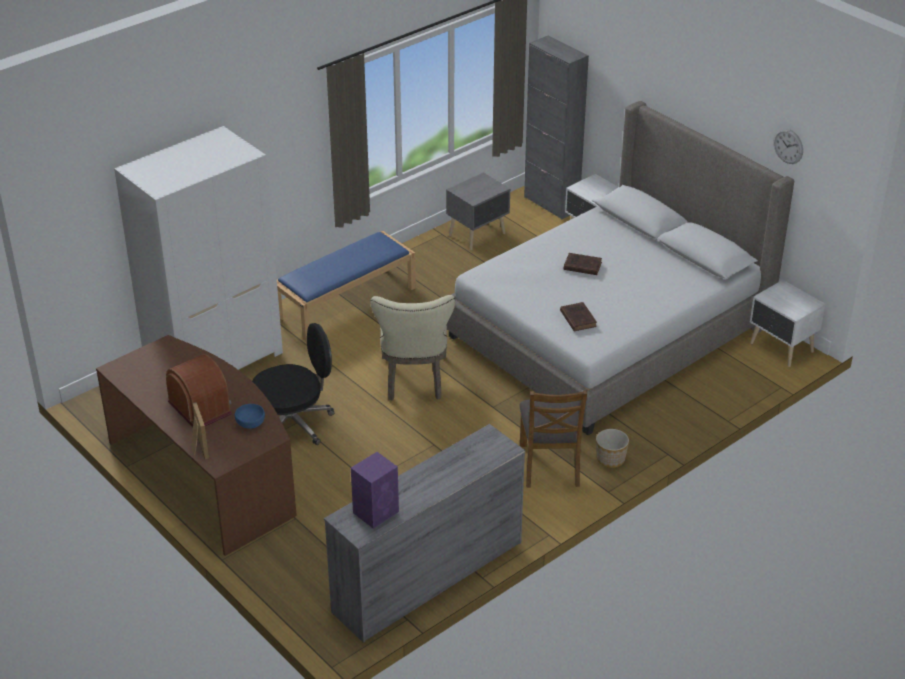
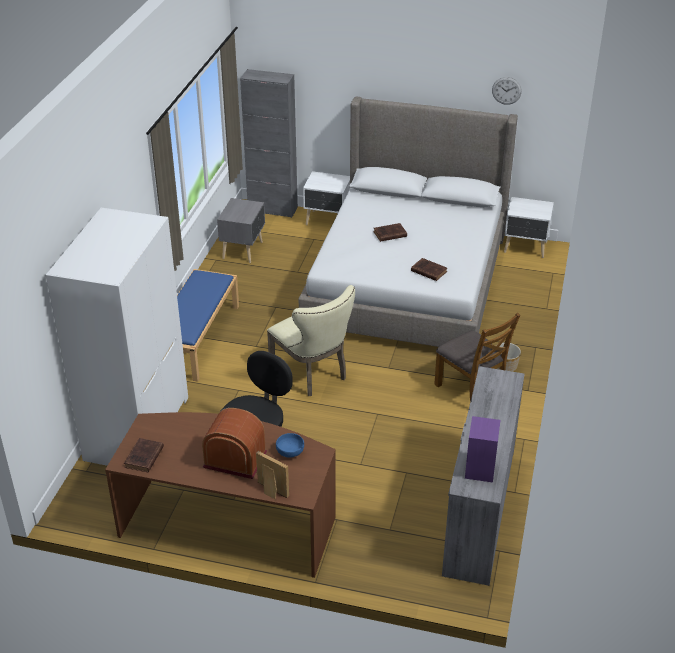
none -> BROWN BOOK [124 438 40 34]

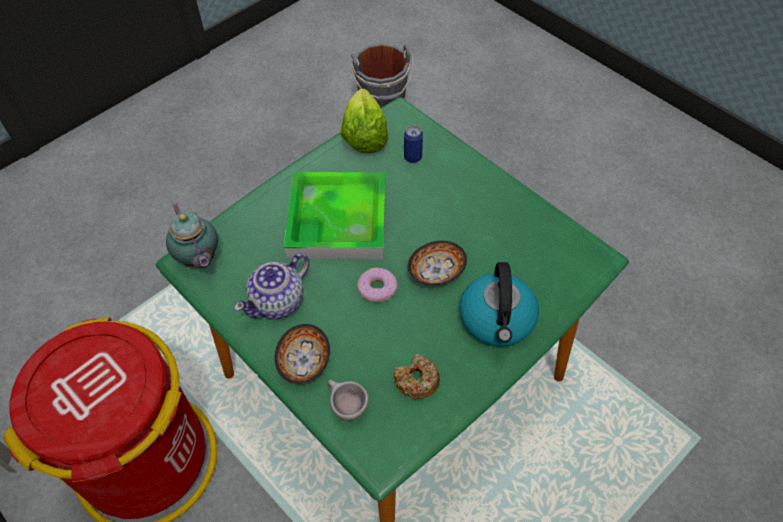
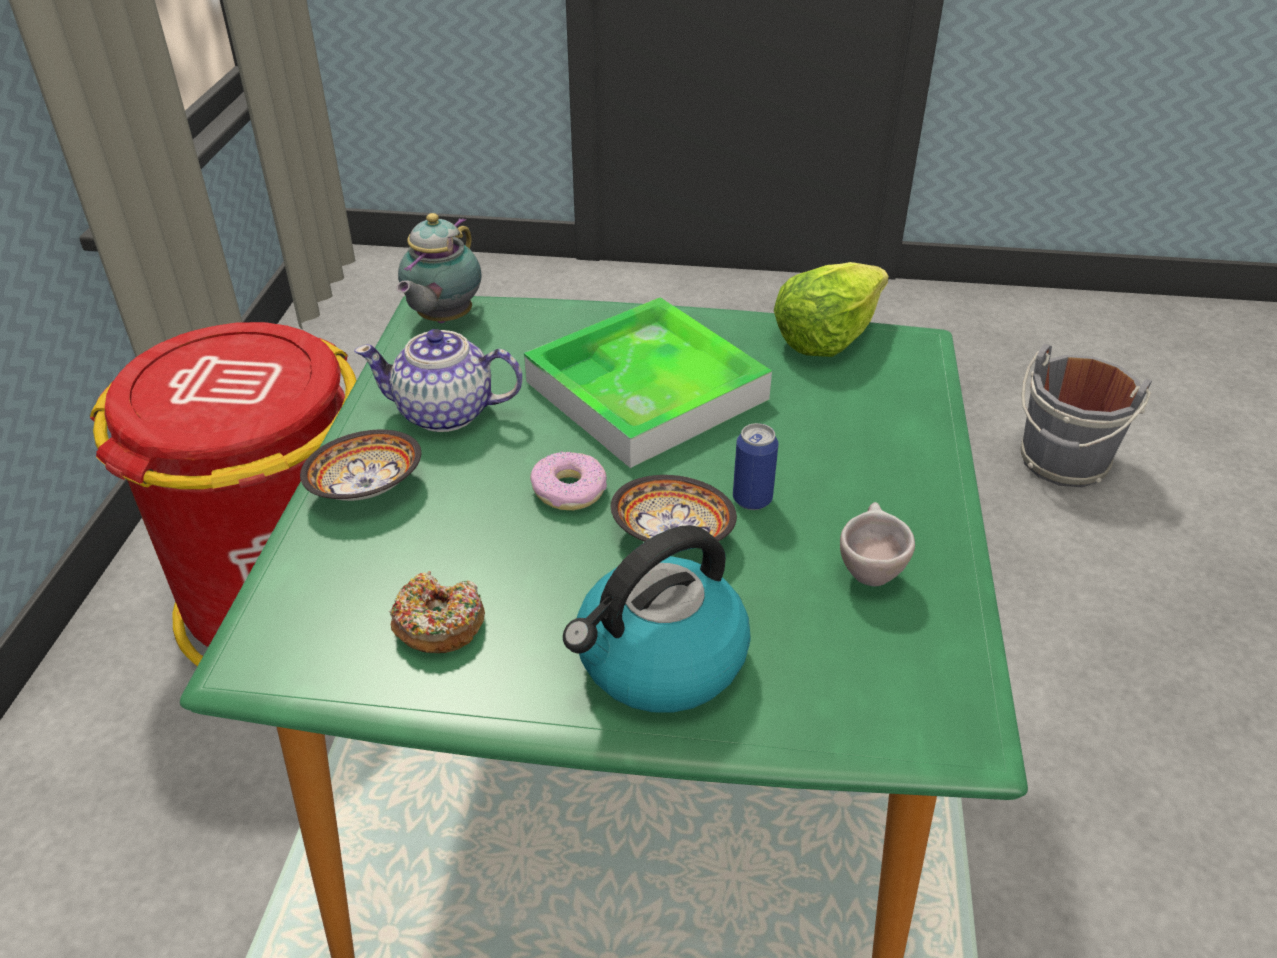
BEIGE CUP [327 380 42 41] -> BEIGE CUP [840 502 75 85], move
CAN [404 125 19 38] -> CAN [733 423 45 87], move

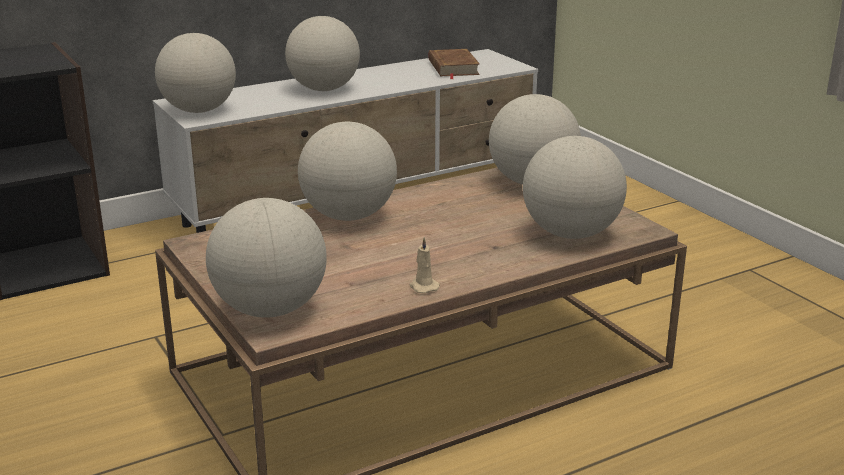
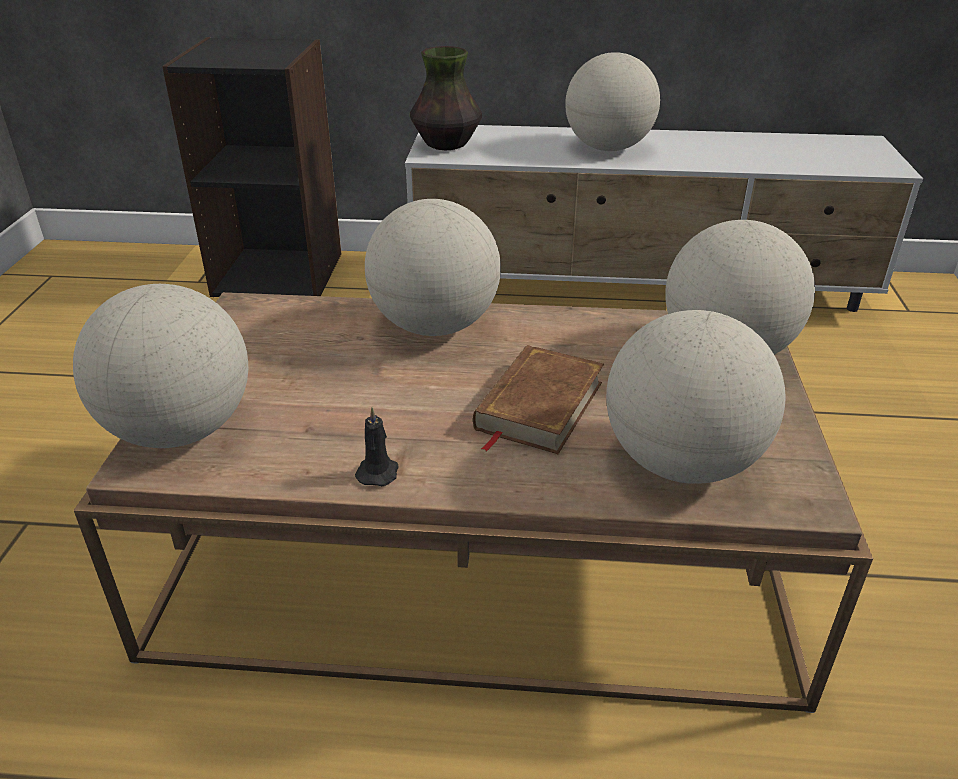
BROWN BOOK [429 49 51 30] -> BROWN BOOK [473 345 131 109], move
GLOBE [155 33 81 80] -> VASE [410 46 72 104]
BEIGE CANDLE [409 237 31 56] -> BLACK CANDLE [355 407 43 79]

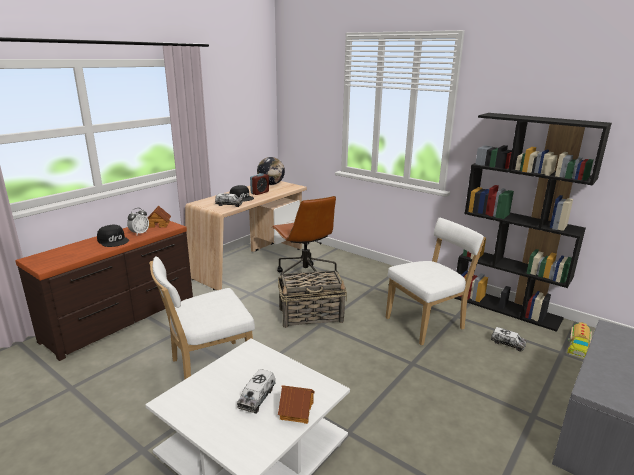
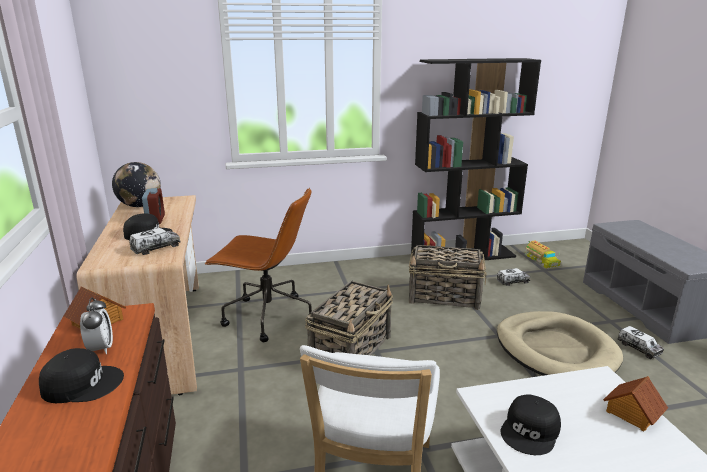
none -> BEIGE DOG BED [497 311 126 65]
none -> BLACK CAP [501 394 60 61]
TOY TRUCK [237 369 39 45] -> TOY TRUCK [617 326 47 33], move
WHITE CHAIR [386 218 99 127] -> BASKET [409 245 78 65]

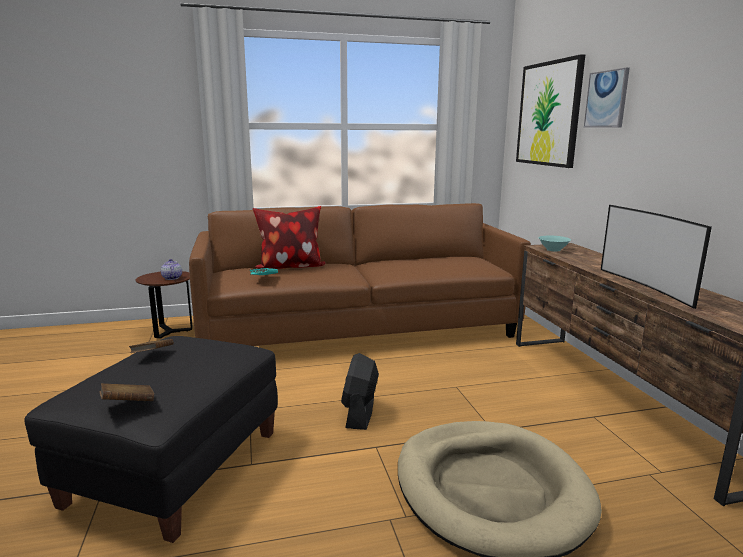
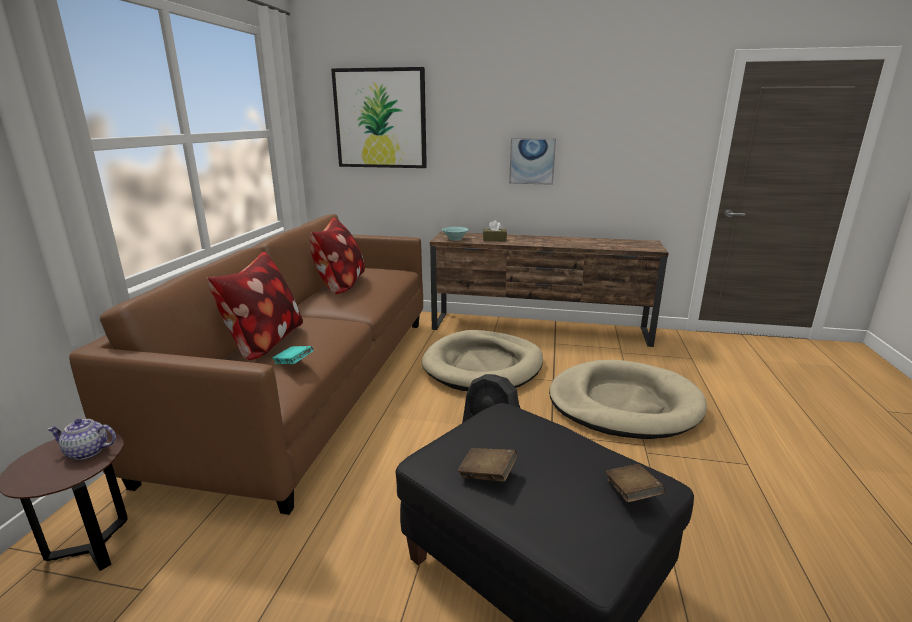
TELEVISION [601 205 111 104] -> none
none -> PILLOW [310 218 55 76]
none -> BEIGE DOG BED [422 330 121 61]
none -> BROWN TISSUE BOX [483 220 24 21]
PICTURE [584 67 46 61] -> PICTURE [509 138 47 47], move

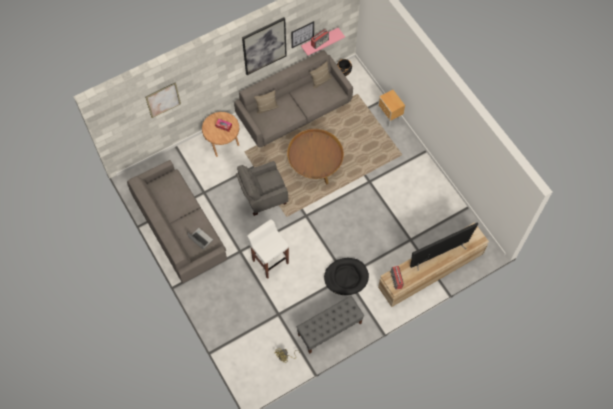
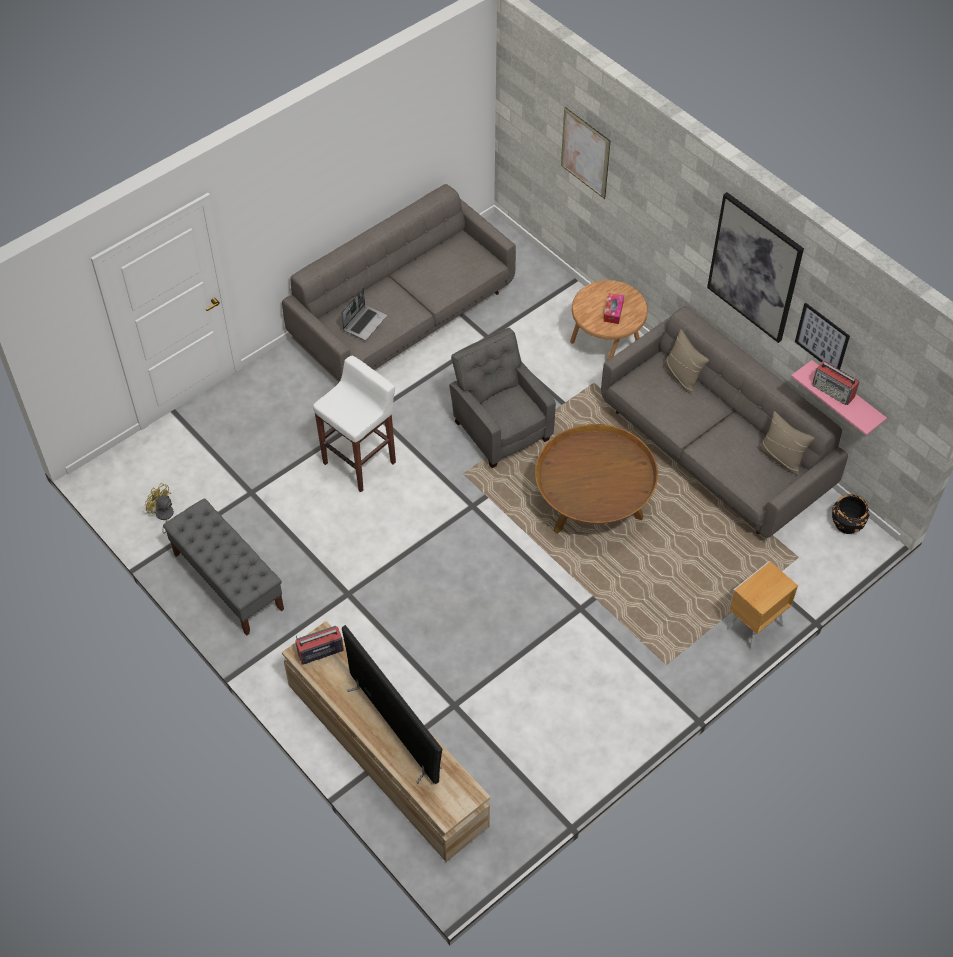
BLACK DOG BED [324 258 45 37] -> none

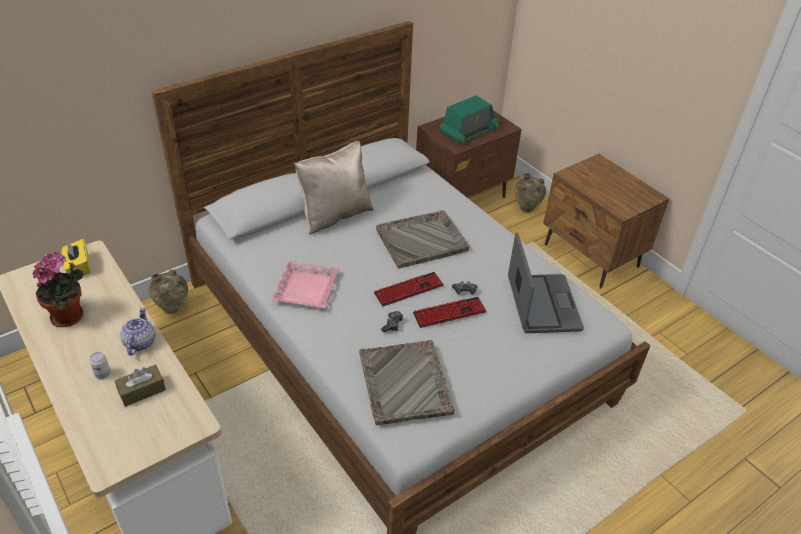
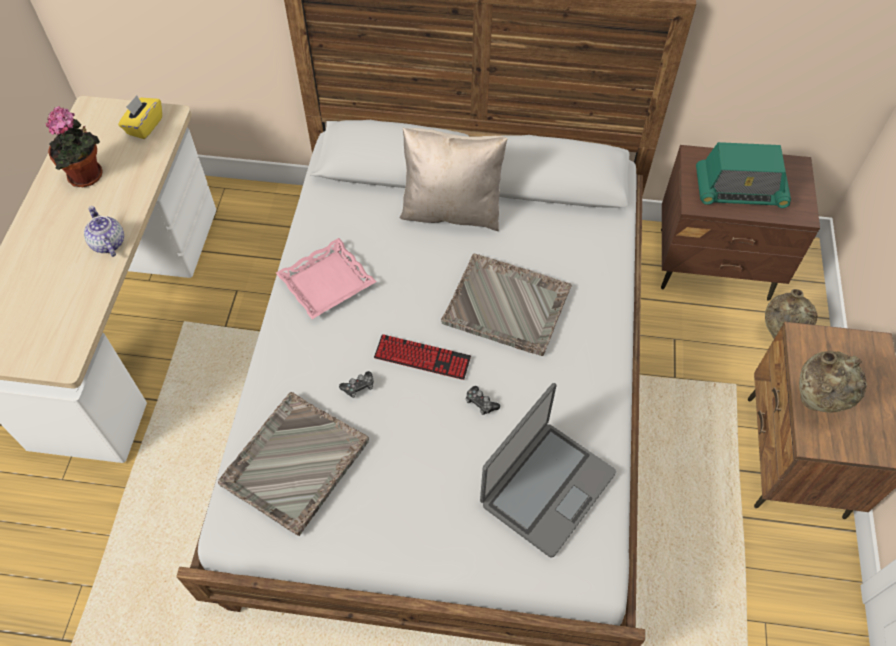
CAN [90 352 21 27] -> none
BROWN TISSUE BOX [115 364 51 43] -> none
KEYBOARD [413 297 73 31] -> none
BEIGE VASE [148 269 40 45] -> BEIGE VASE [799 351 68 61], move
TEAPOT [120 307 35 48] -> TEAPOT [84 206 40 51], 75 degrees counterclockwise

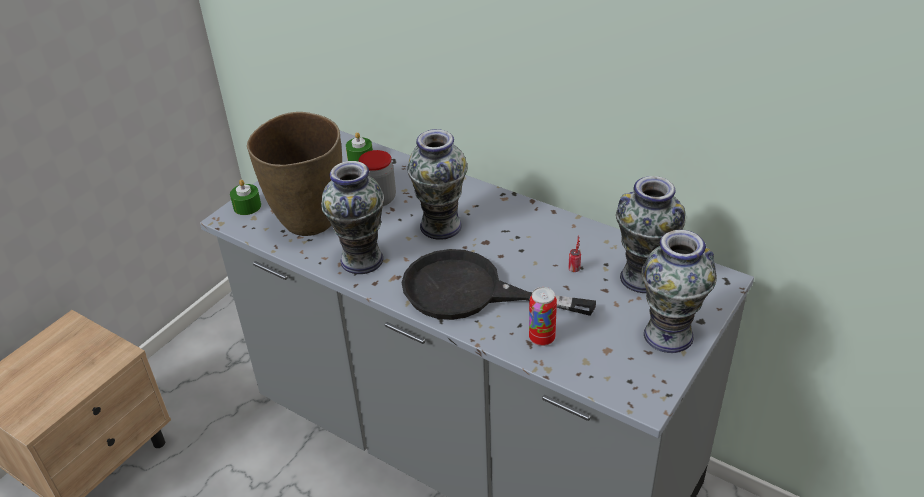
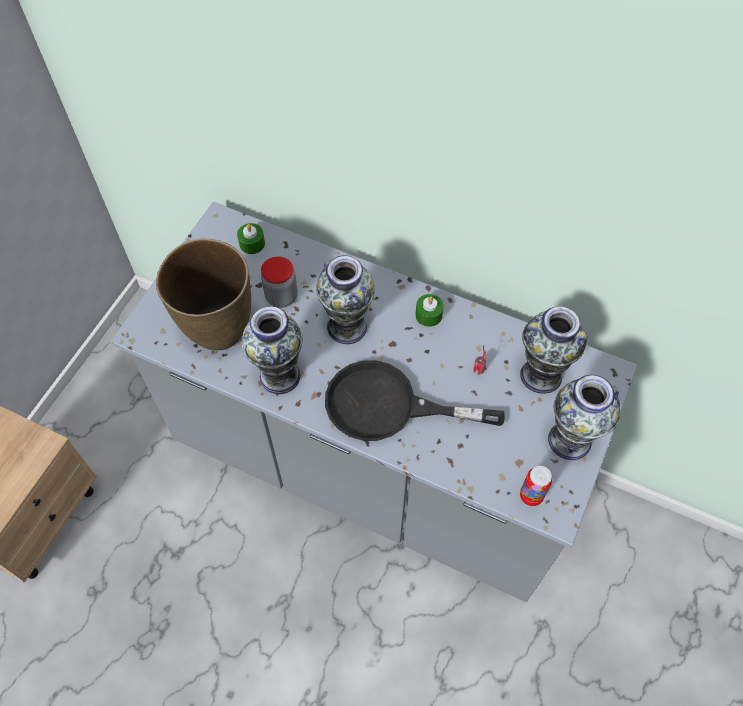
GREEN CANDLE [230 180 31 35] -> GREEN CANDLE [415 294 29 33], move
CAN [529 287 28 59] -> CAN [520 466 32 40], move

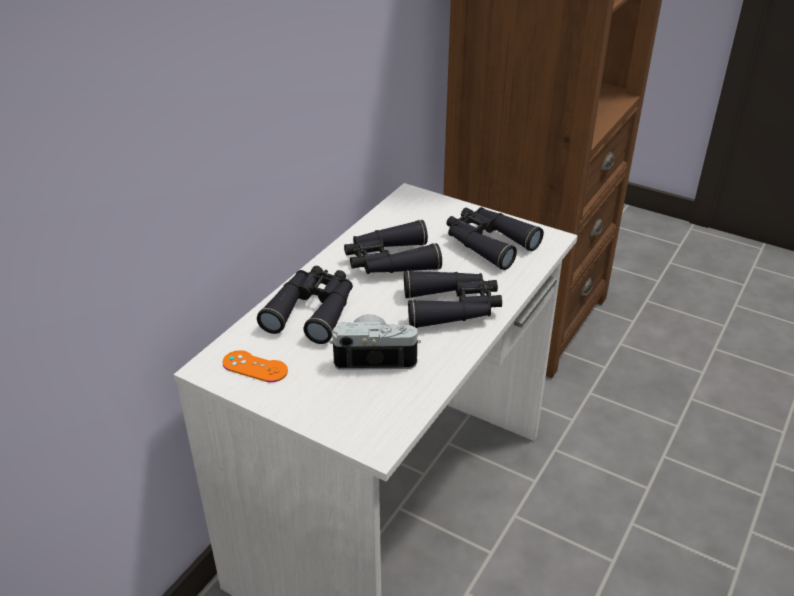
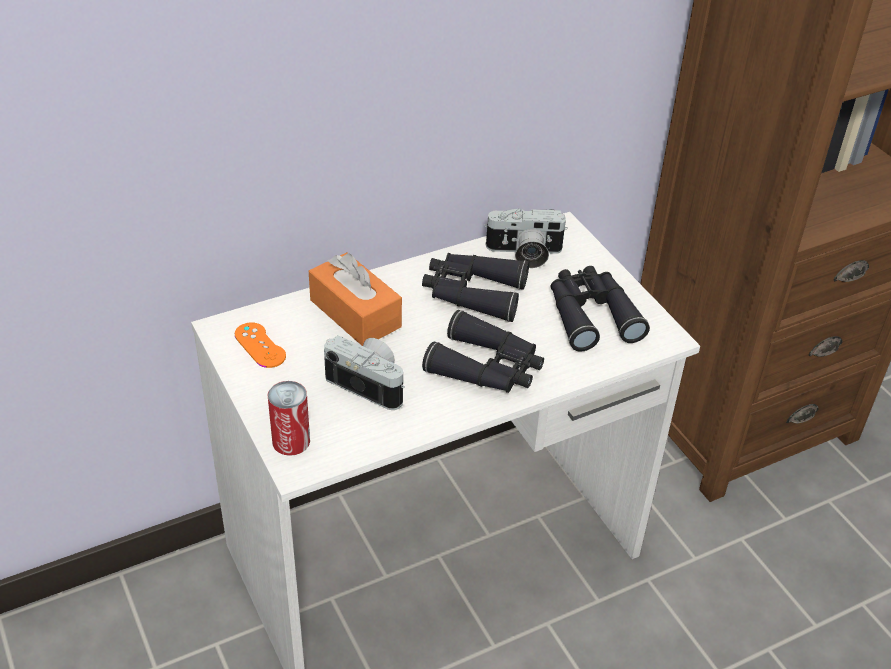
none -> CAN [267 381 43 75]
none -> PHOTO CAMERA [484 208 84 60]
BLACK BINOCULARS [257 266 96 78] -> ORANGE TISSUE BOX [309 253 93 93]

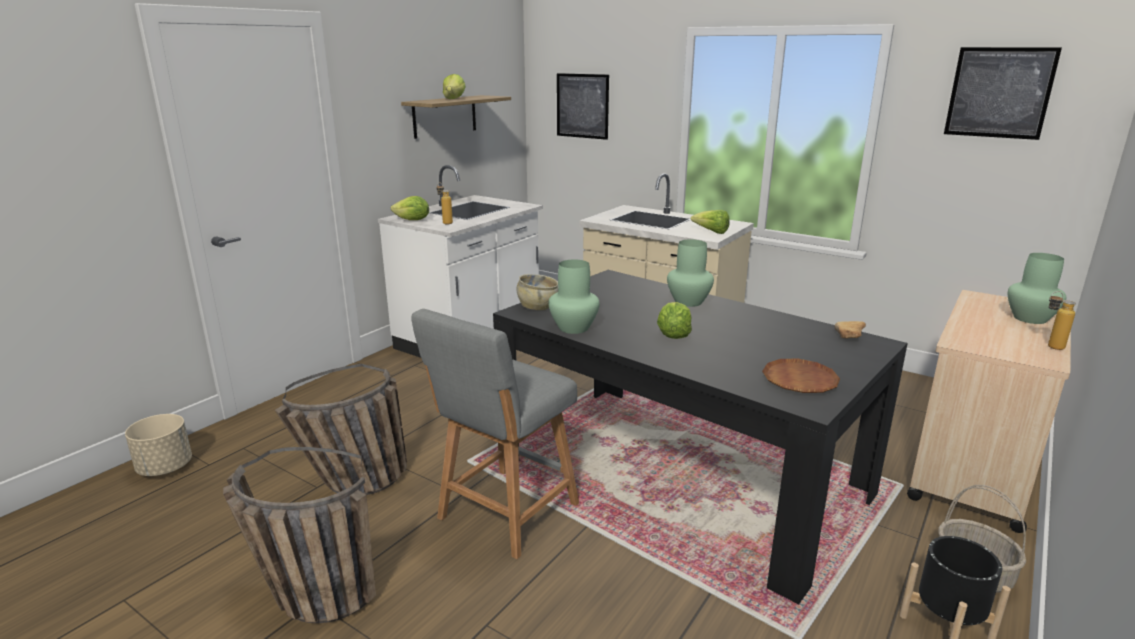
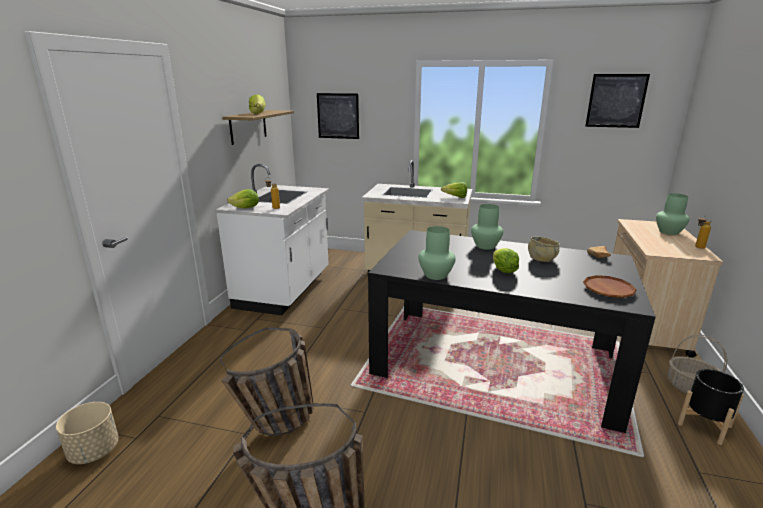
GREY STOOL [411 309 168 250] -> none
BEIGE BOWL [516 274 42 36] -> BEIGE BOWL [528 236 32 26], move

